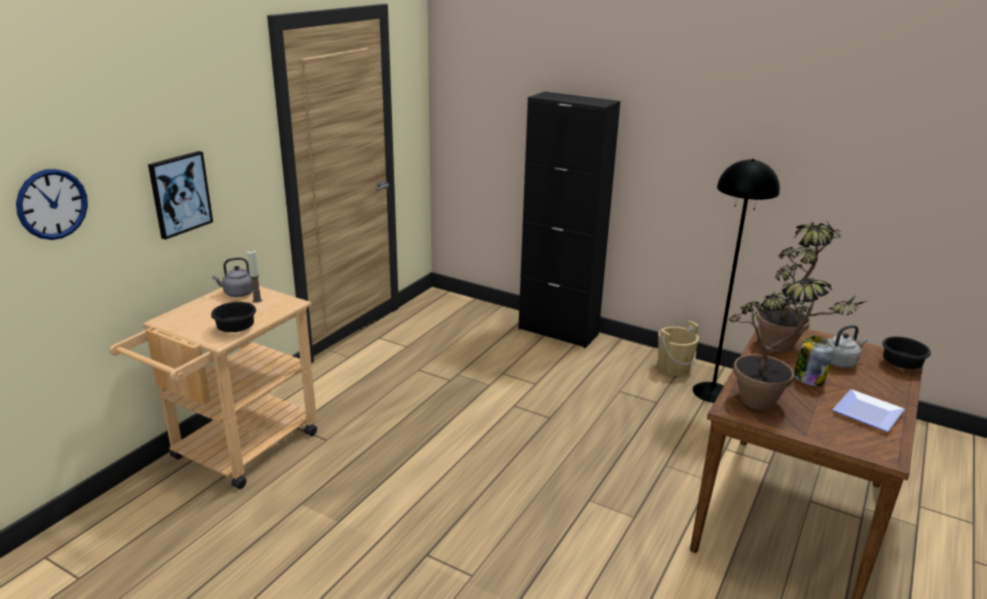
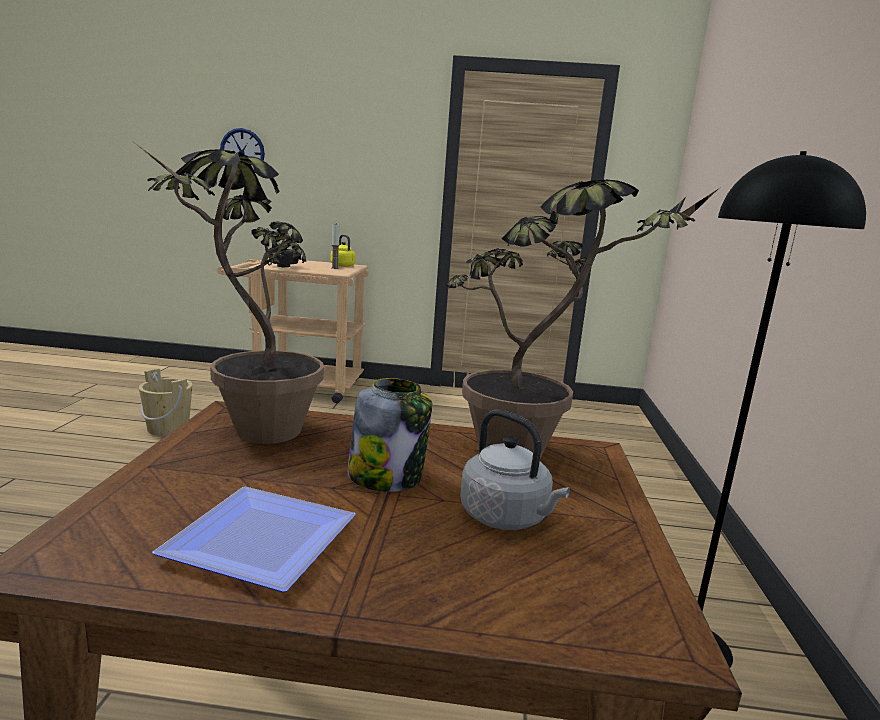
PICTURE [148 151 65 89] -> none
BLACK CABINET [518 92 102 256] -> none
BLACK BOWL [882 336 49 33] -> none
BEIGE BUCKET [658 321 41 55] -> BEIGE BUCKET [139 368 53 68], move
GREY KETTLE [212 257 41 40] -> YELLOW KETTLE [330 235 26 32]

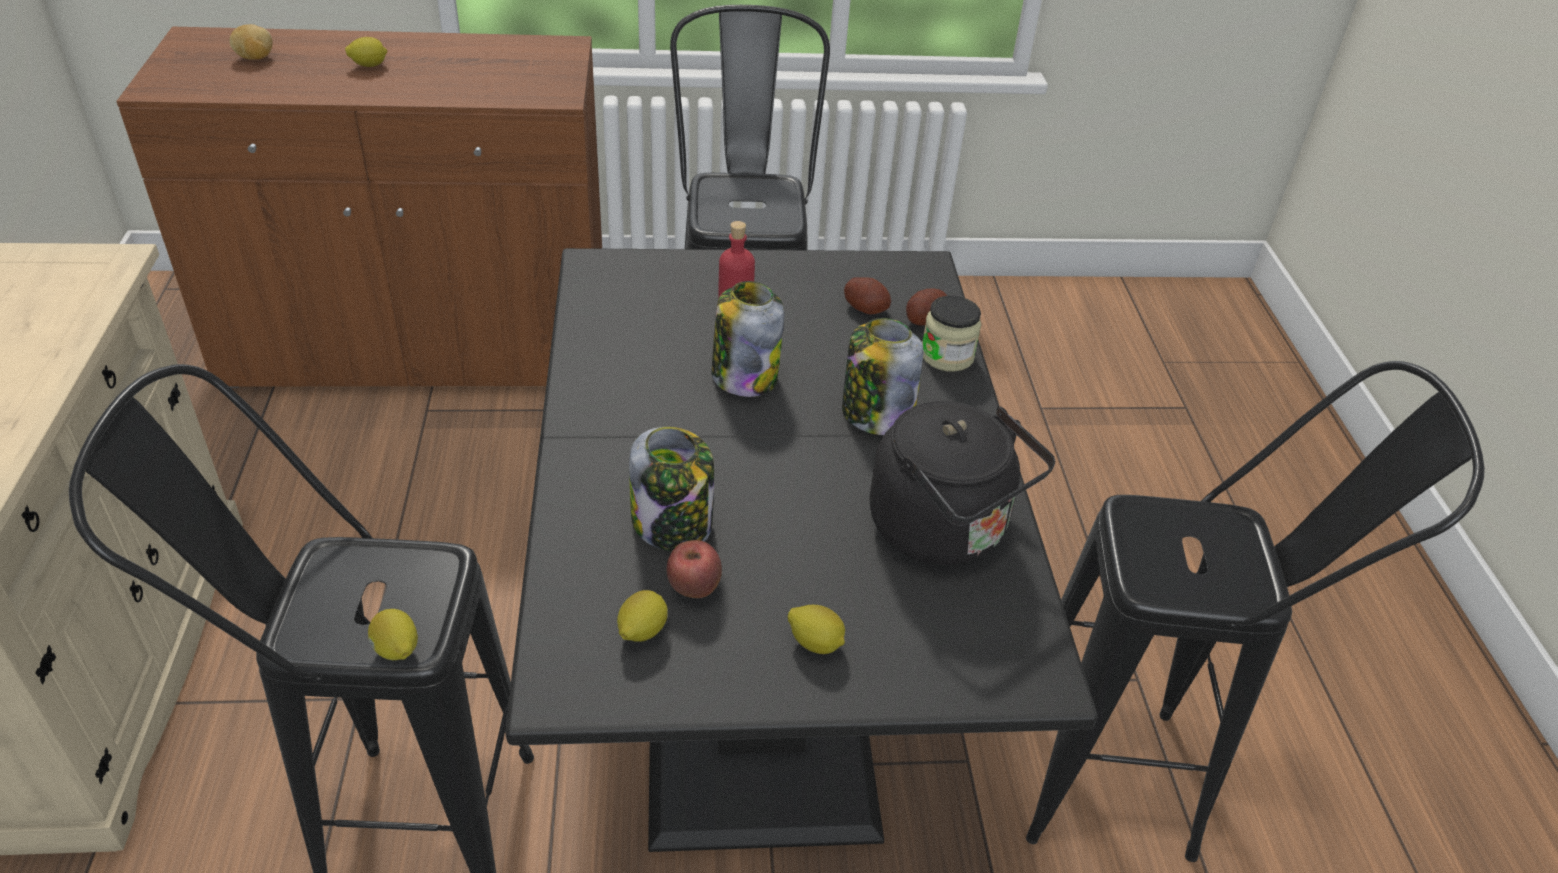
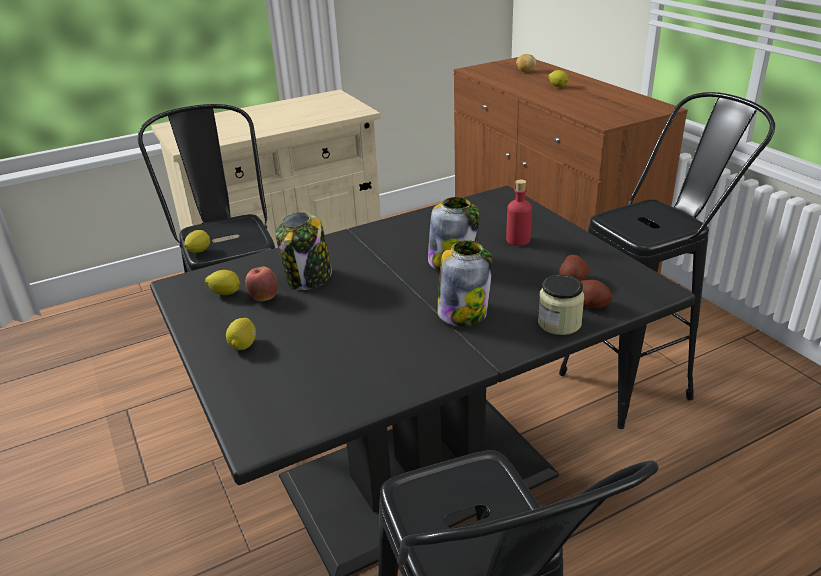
BLACK KETTLE [870 401 185 164] -> none

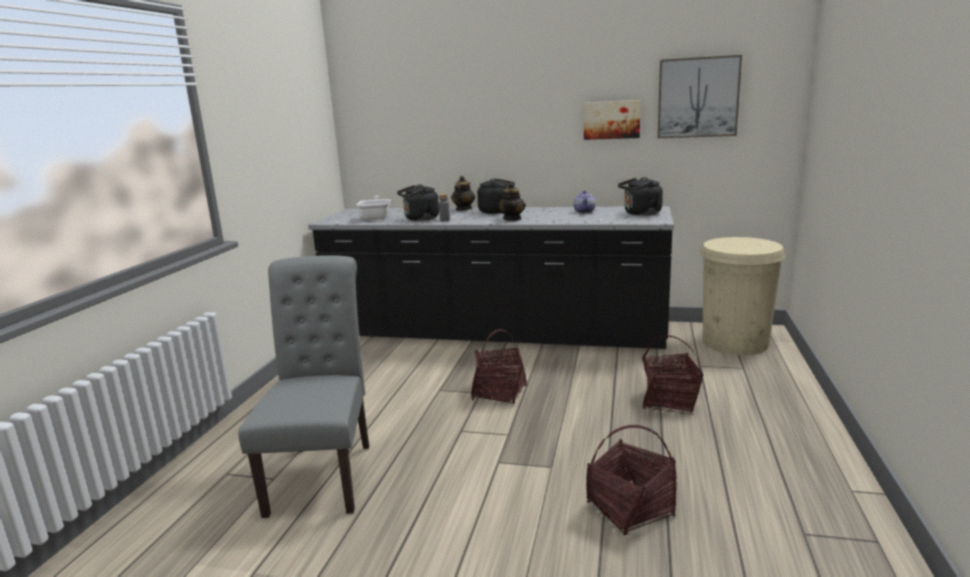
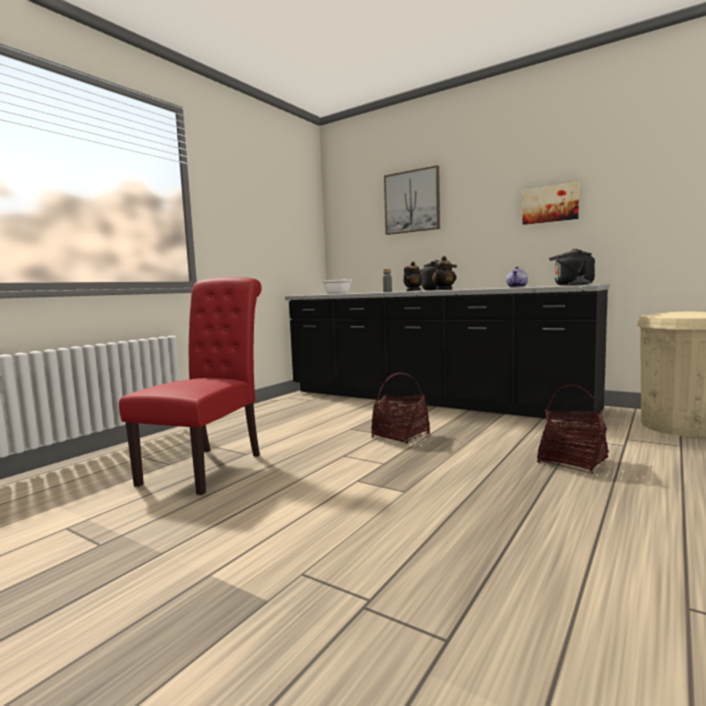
BLACK KETTLE [397 184 42 37] -> none
BASKET [586 425 91 110] -> none
PICTURE [658 55 84 83] -> PICTURE [384 165 56 70], move
GREY CHAIR [238 255 131 263] -> RED CHAIR [119 277 143 218]

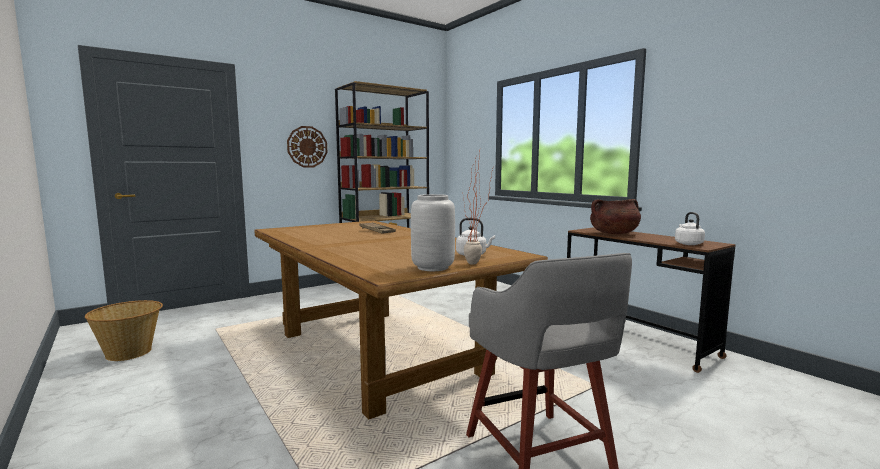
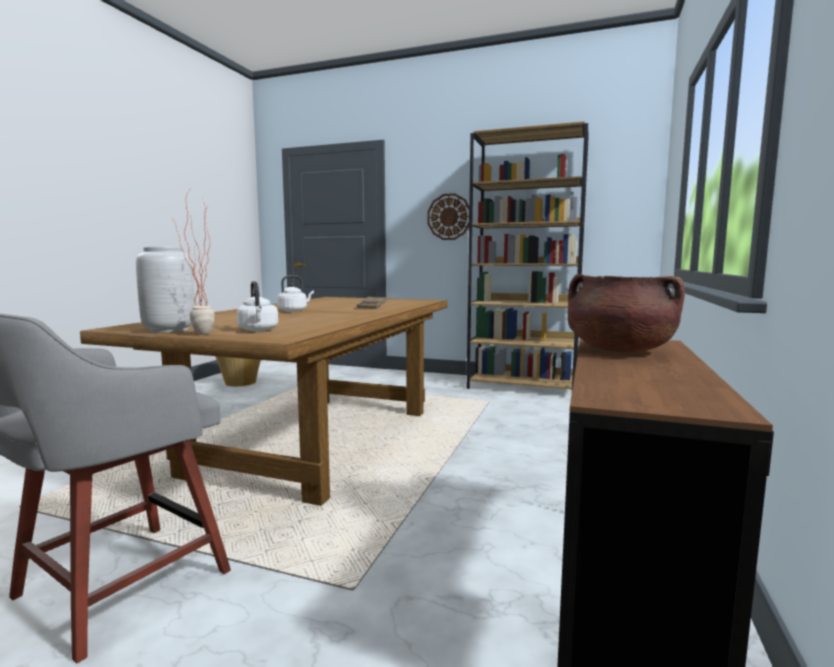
WHITE KETTLE [675 212 30 33] -> WHITE KETTLE [277 275 37 37], move

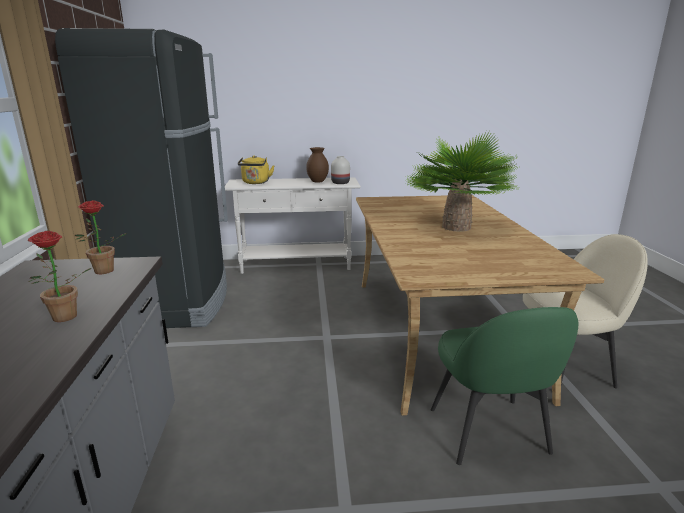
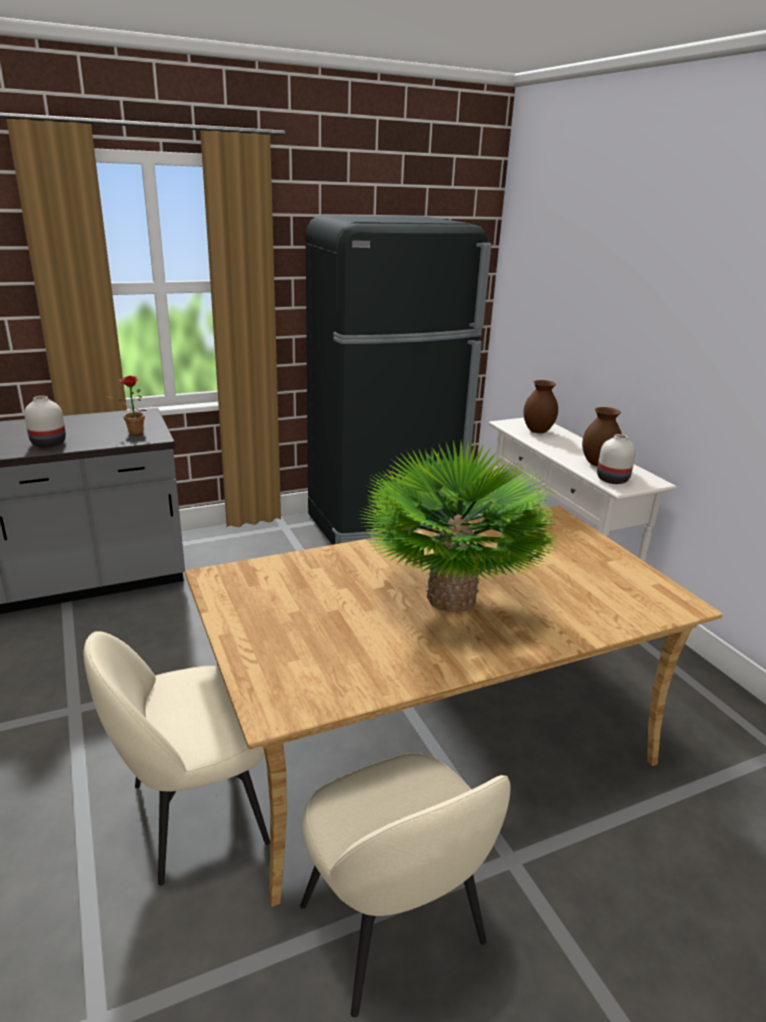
POTTED PLANT [28 231 63 91] -> WHITE VASE [24 396 42 52]
YELLOW KETTLE [238 155 37 29] -> BROWN VASE [524 380 34 53]
GREEN CHAIR [431 307 147 158] -> BEIGE CHAIR [84 631 186 255]

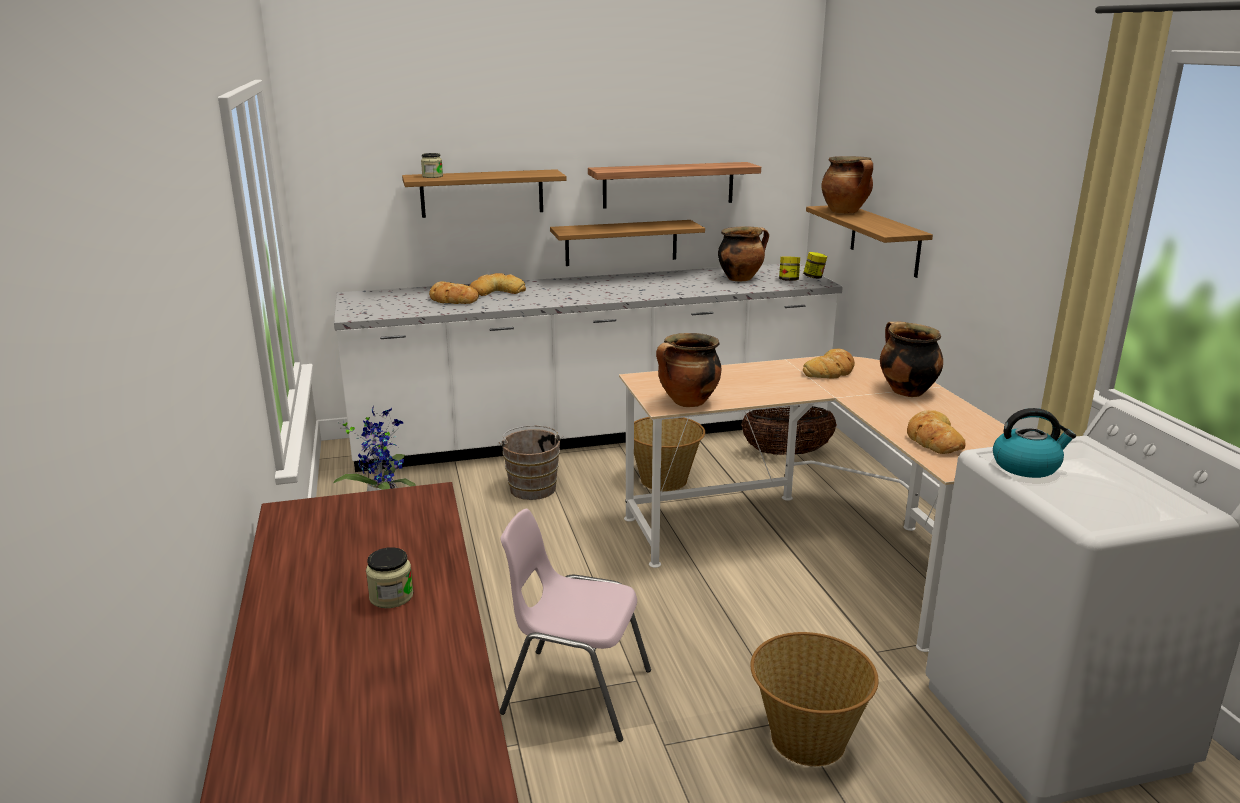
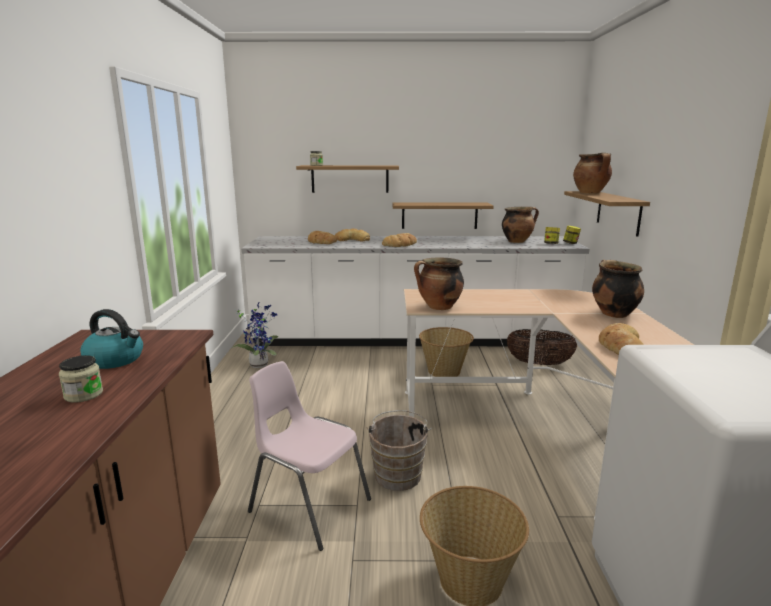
SHELF [588 162 173 47] -> none
BROWN BUCKET [499 425 64 75] -> BROWN BUCKET [366 410 66 81], move
BREAD [803 349 52 30] -> BREAD [382 233 35 14], move
KETTLE [993 408 83 70] -> KETTLE [80 309 63 60], move

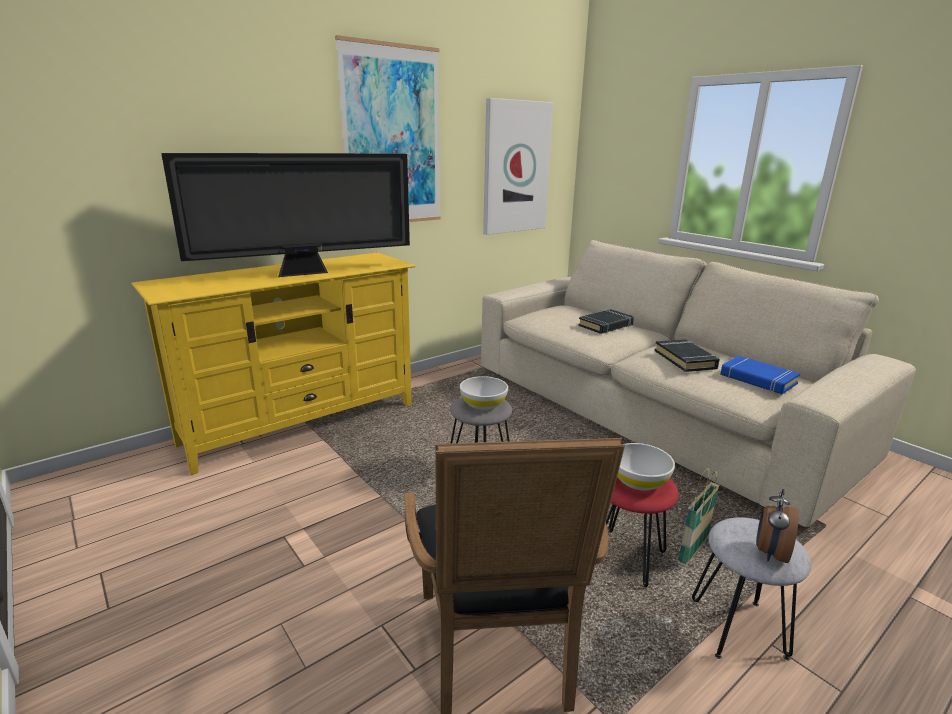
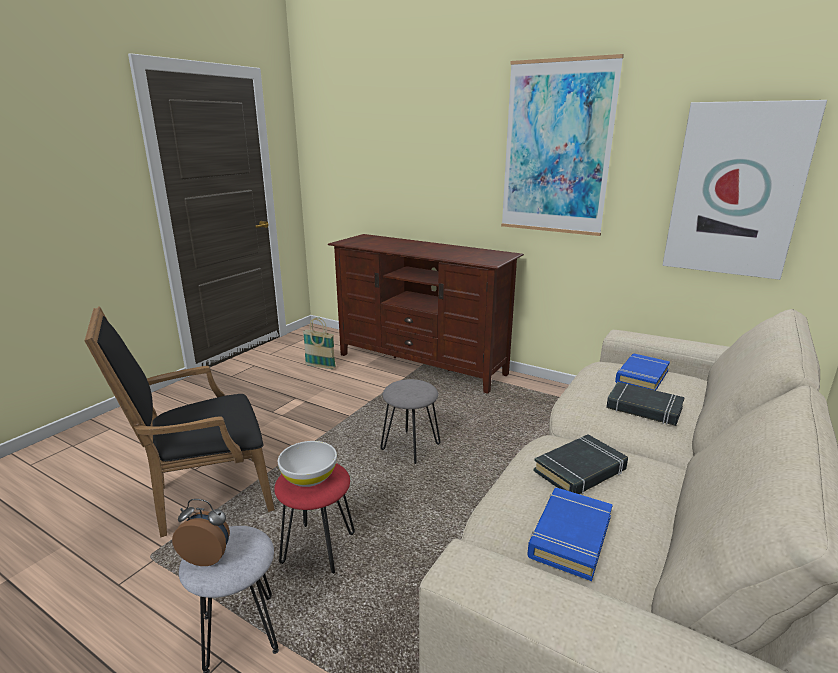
TELEVISION [161 153 249 124] -> none
WHITE BOWL [460 376 48 34] -> none
none -> BLUE BOOK [615 354 55 36]
BASKET [677 468 42 99] -> BASKET [303 317 33 52], move
YELLOW TV STAND [131 252 285 223] -> BROWN TV STAND [328 234 196 160]

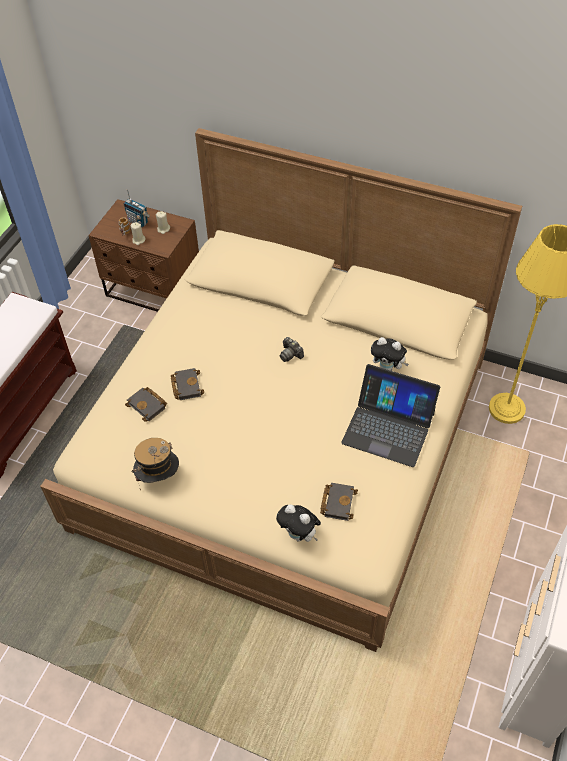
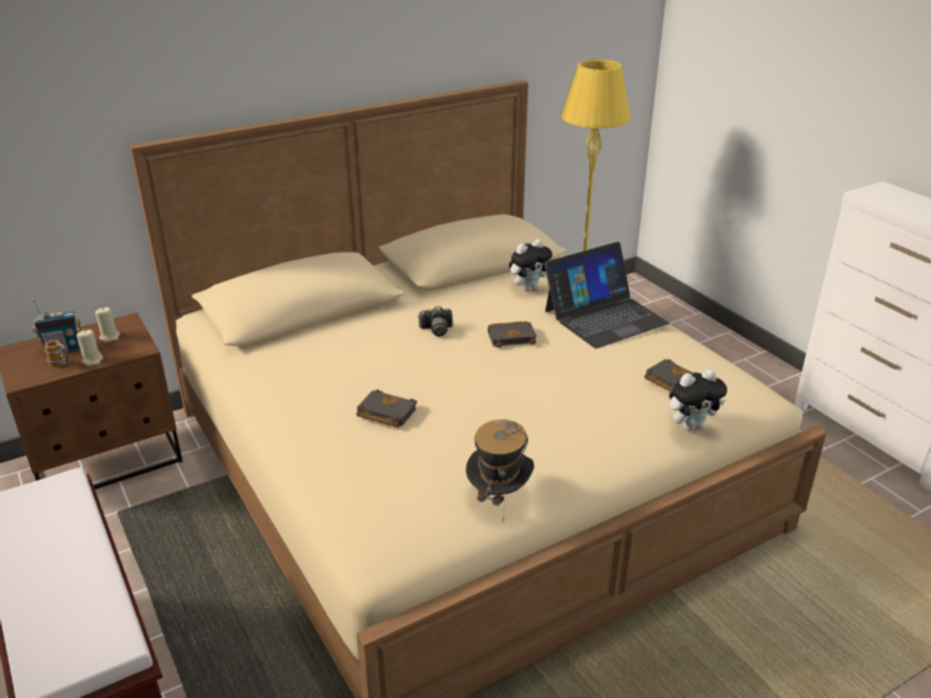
BLACK BOOK [125 387 42 35] -> BLACK BOOK [488 321 49 27], move

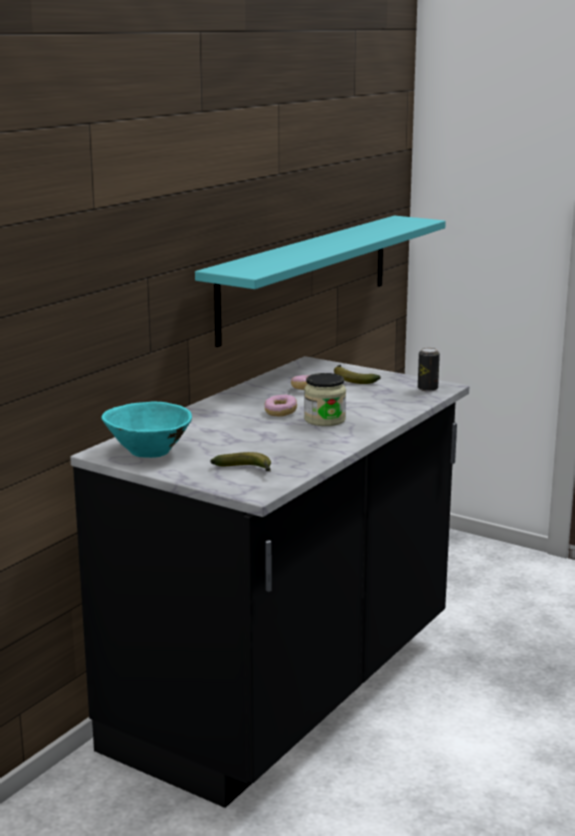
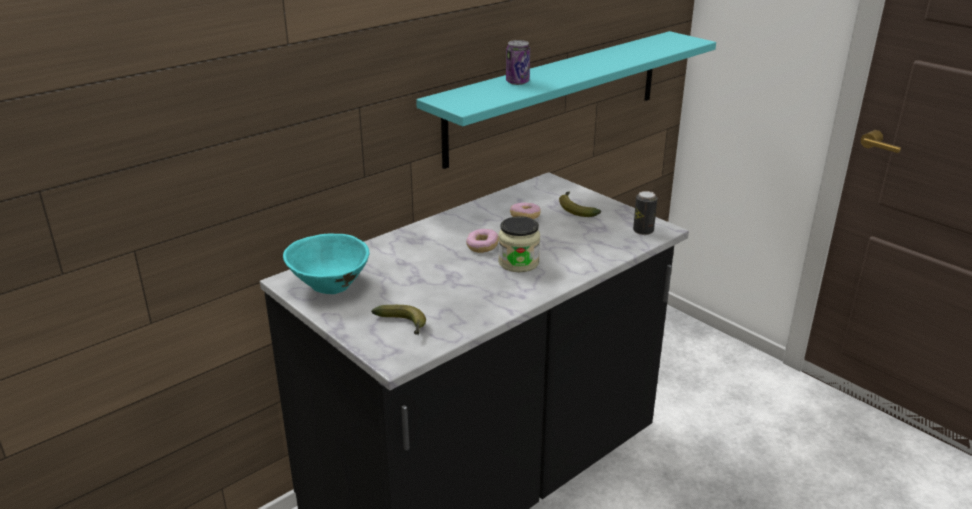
none -> CAN [506 40 24 45]

